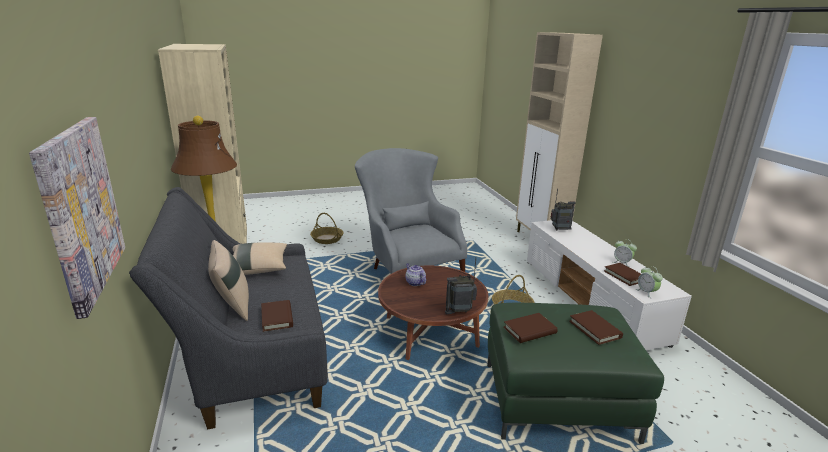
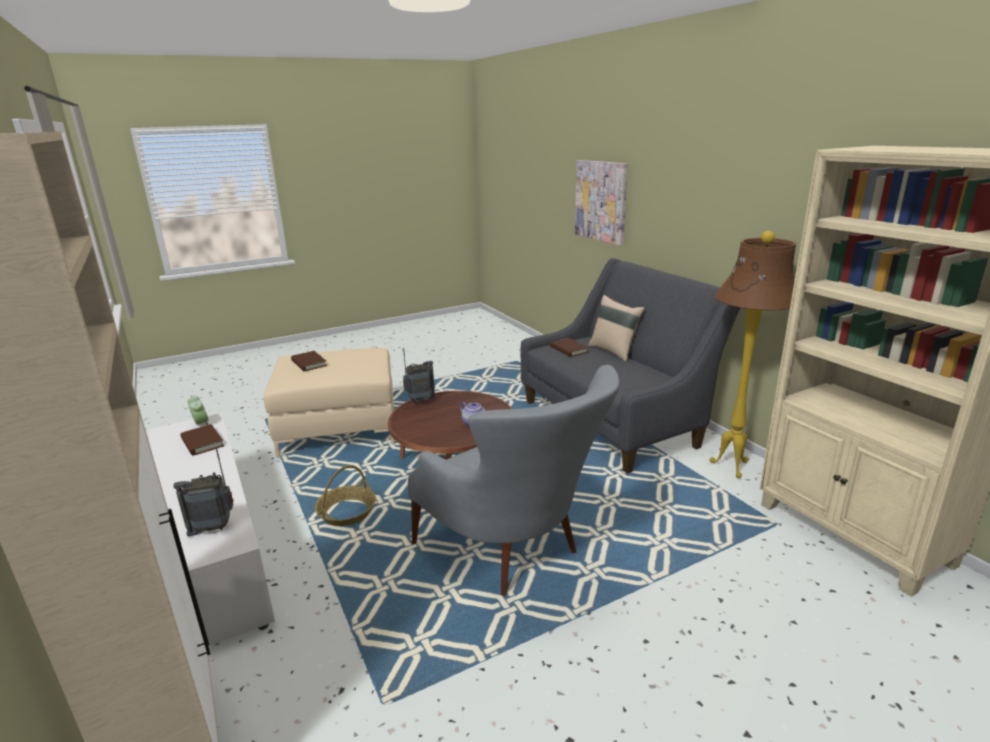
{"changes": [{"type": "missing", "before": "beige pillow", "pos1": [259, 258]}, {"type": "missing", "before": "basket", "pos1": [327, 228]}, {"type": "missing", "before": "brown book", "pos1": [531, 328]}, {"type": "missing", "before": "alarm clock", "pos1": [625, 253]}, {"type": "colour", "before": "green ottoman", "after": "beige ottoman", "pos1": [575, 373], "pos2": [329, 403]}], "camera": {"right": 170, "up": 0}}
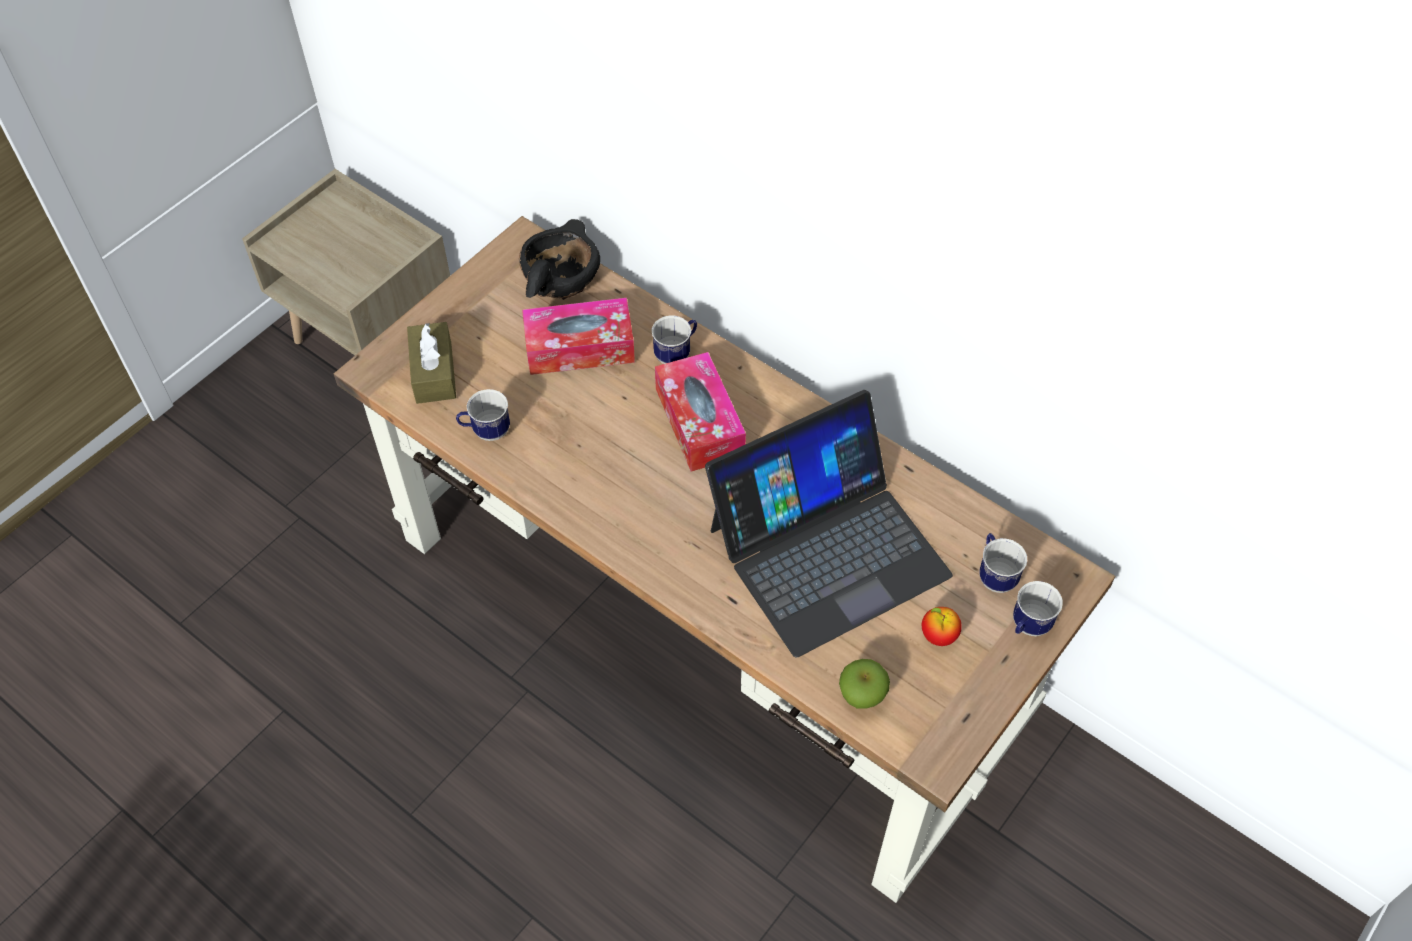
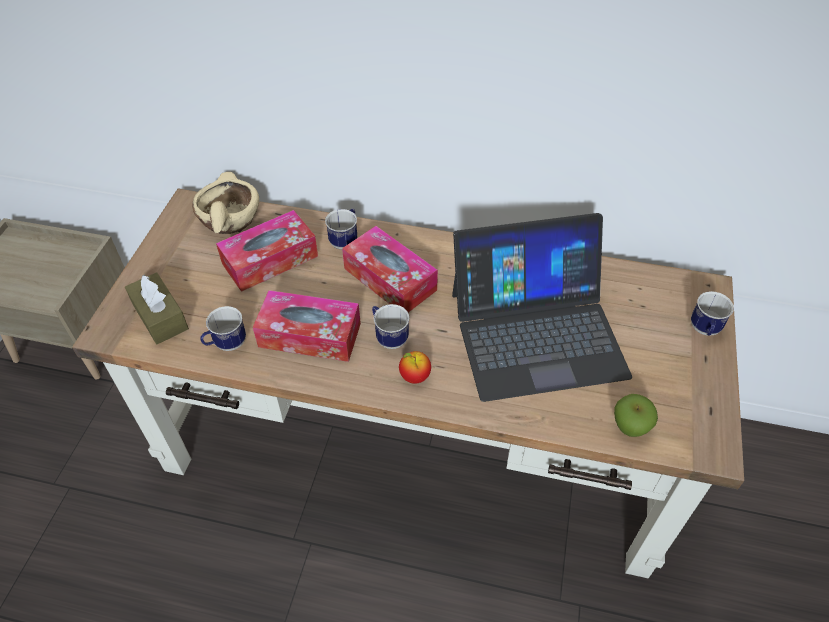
{"changes": [{"type": "appeared", "after": "tissue box", "pos2": [307, 326]}, {"type": "relocated", "before": "apple", "pos1": [942, 626], "pos2": [415, 367]}, {"type": "relocated", "before": "mug", "pos1": [1003, 563], "pos2": [391, 326]}, {"type": "colour", "before": "black bowl", "after": "beige bowl", "pos1": [559, 259], "pos2": [225, 203]}, {"type": "spun", "before": "laptop", "pos1": [829, 523], "pos2": [542, 307], "turn": 45}], "camera": {"right": -25, "up": -5}}
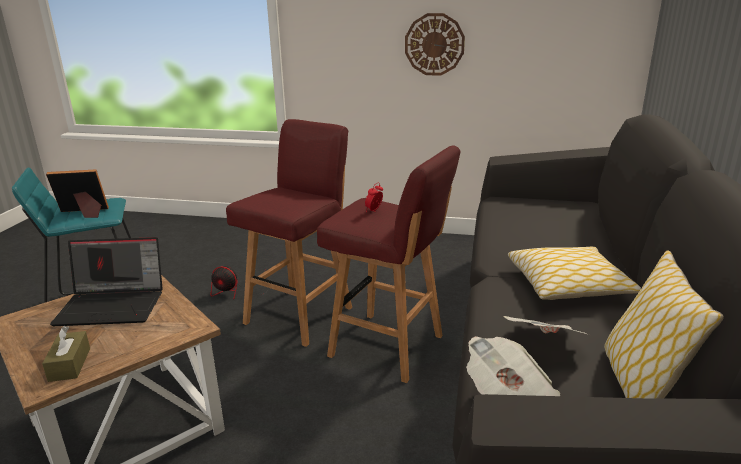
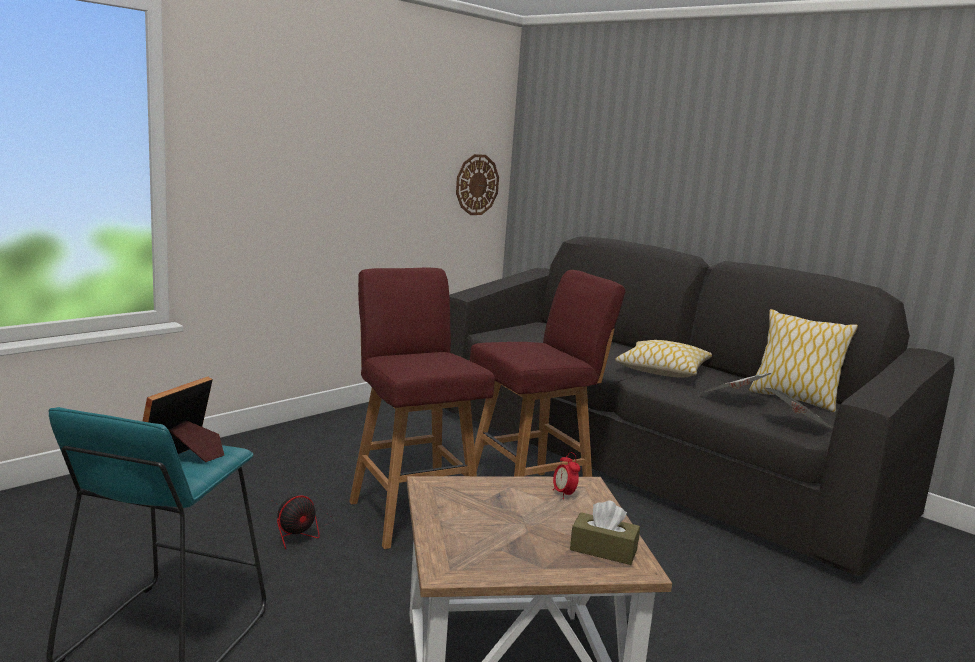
{"changes": [{"type": "missing", "before": "laptop", "pos1": [106, 281]}, {"type": "relocated", "before": "alarm clock", "pos1": [374, 197], "pos2": [566, 475]}, {"type": "relocated", "before": "wall clock", "pos1": [435, 44], "pos2": [477, 184]}], "camera": {"right": -60, "up": -10}}
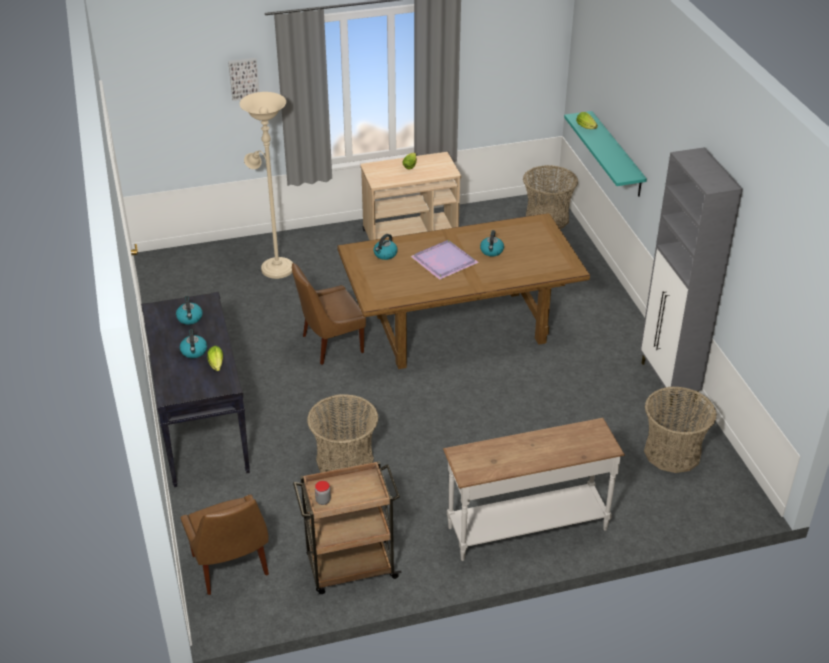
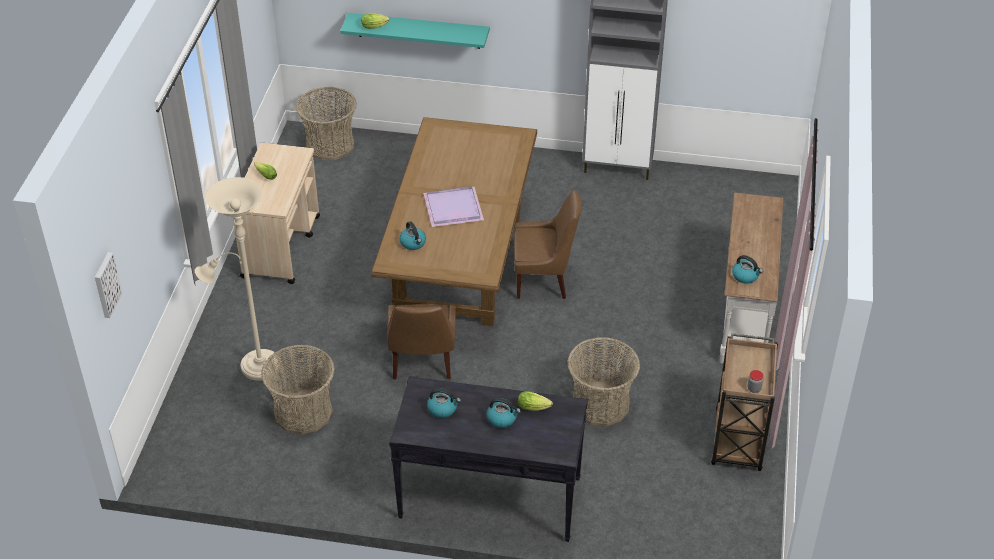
{"changes": [{"type": "relocated", "before": "brown chair", "pos1": [224, 545], "pos2": [548, 244]}, {"type": "relocated", "before": "picture", "pos1": [244, 79], "pos2": [109, 285]}, {"type": "relocated", "before": "kettle", "pos1": [492, 243], "pos2": [747, 269]}, {"type": "relocated", "before": "basket", "pos1": [680, 429], "pos2": [298, 389]}], "camera": {"right": -65, "up": 5}}
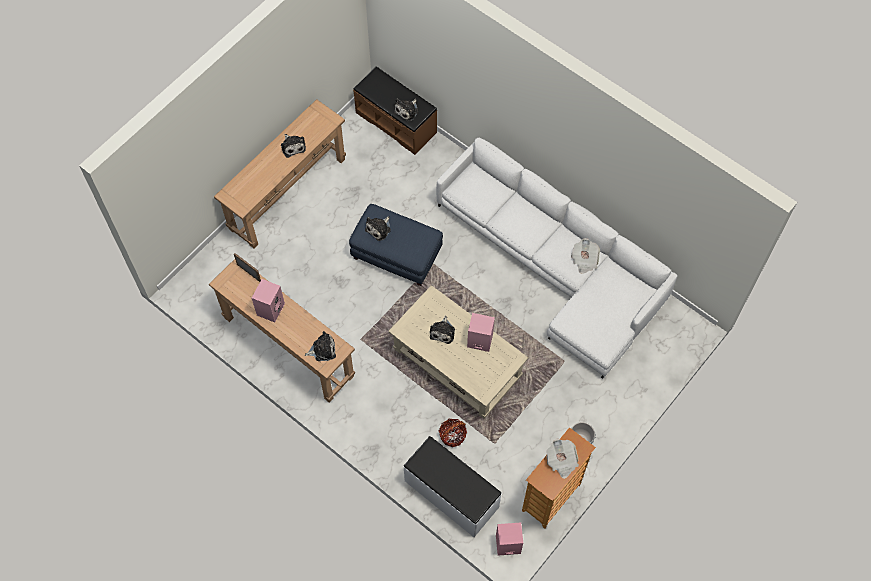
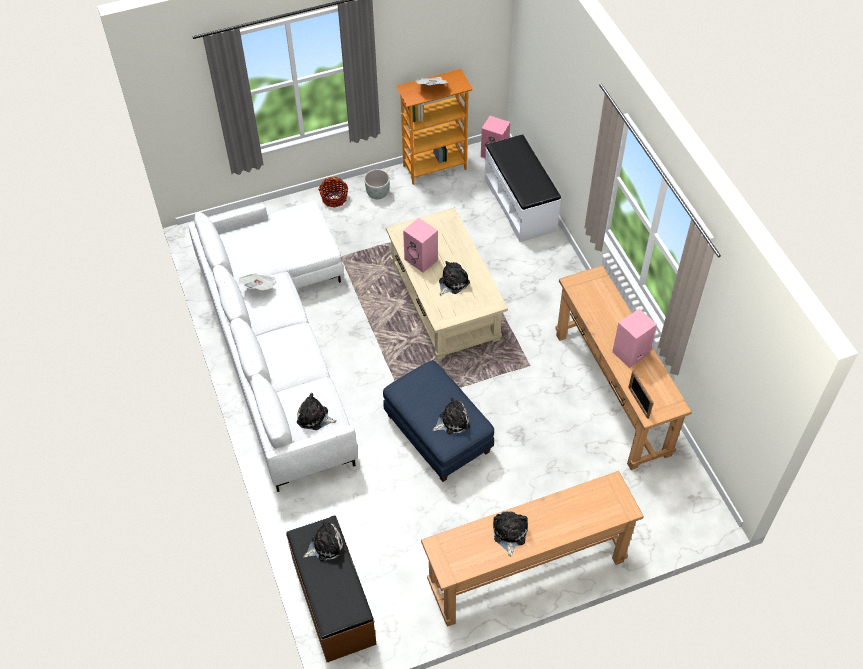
{"changes": [{"type": "relocated", "before": "plush toy", "pos1": [320, 346], "pos2": [317, 411]}, {"type": "relocated", "before": "basket", "pos1": [453, 433], "pos2": [333, 192]}], "camera": {"right": -150, "up": -10}}
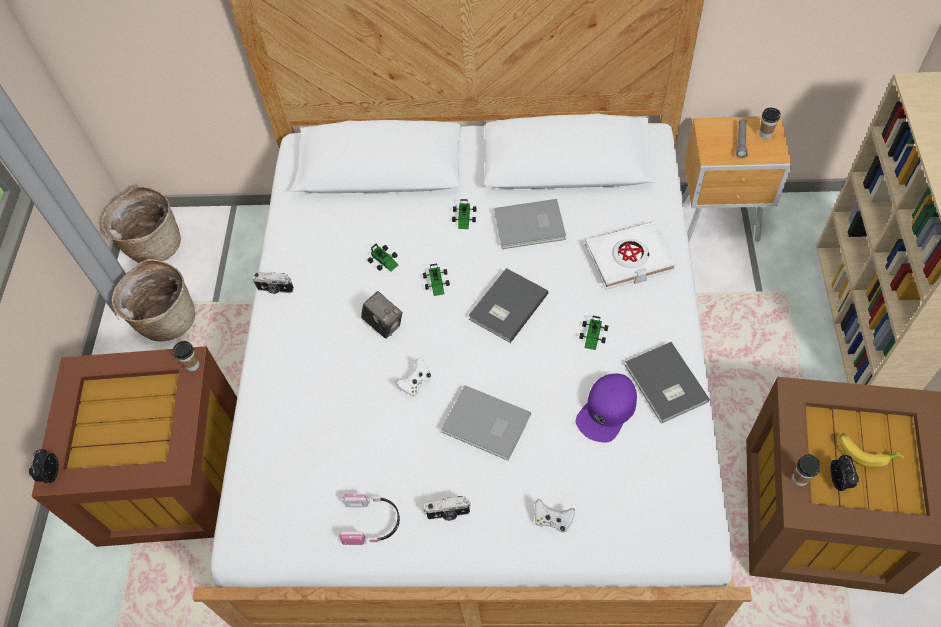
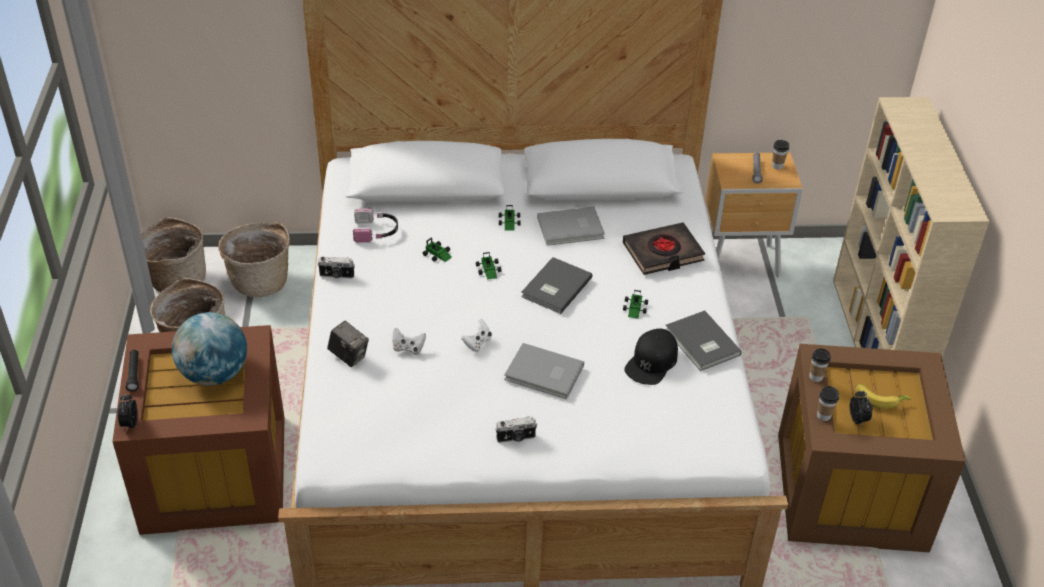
{"changes": [{"type": "appeared", "after": "black flashlight", "pos2": [132, 371]}, {"type": "appeared", "after": "globe", "pos2": [209, 349]}, {"type": "appeared", "after": "basket", "pos2": [254, 259]}, {"type": "relocated", "before": "cup", "pos1": [186, 356], "pos2": [820, 365]}, {"type": "relocated", "before": "headphones", "pos1": [369, 519], "pos2": [375, 225]}, {"type": "relocated", "before": "photo camera", "pos1": [381, 315], "pos2": [348, 344]}, {"type": "relocated", "before": "white game controller", "pos1": [554, 516], "pos2": [409, 341]}, {"type": "colour", "before": "purple cap", "after": "black cap", "pos1": [606, 407], "pos2": [651, 357]}, {"type": "colour", "before": "white book", "after": "black book", "pos1": [630, 255], "pos2": [664, 248]}], "camera": {"right": -10, "up": -15}}
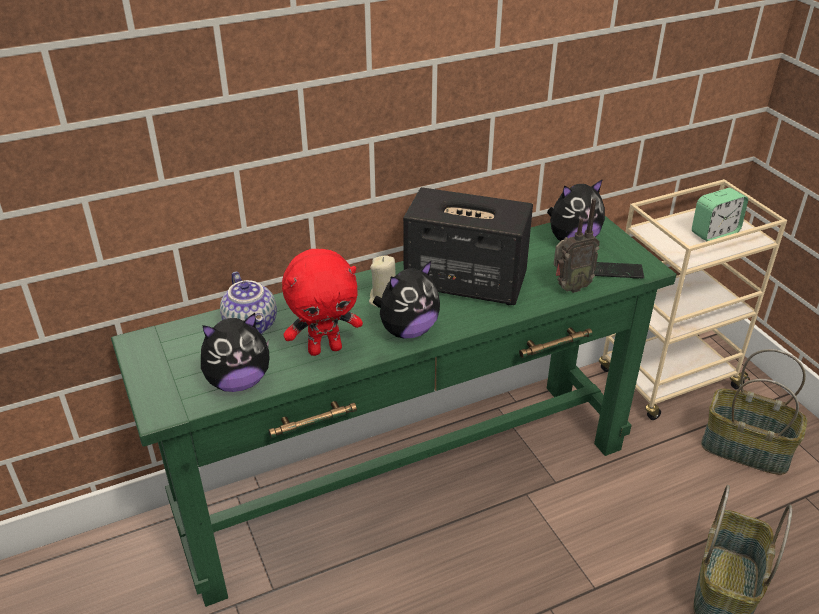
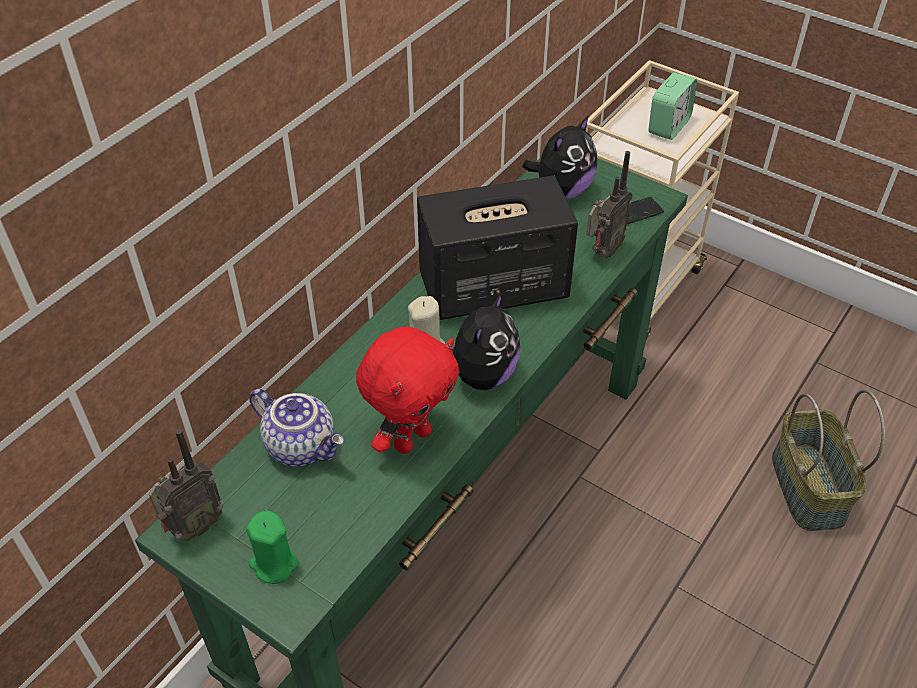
{"changes": [{"type": "missing", "before": "plush toy", "pos1": [235, 352]}, {"type": "missing", "before": "basket", "pos1": [754, 412]}, {"type": "appeared", "after": "radio", "pos2": [186, 485]}, {"type": "appeared", "after": "green candle", "pos2": [272, 547]}], "camera": {"right": -30, "up": 10}}
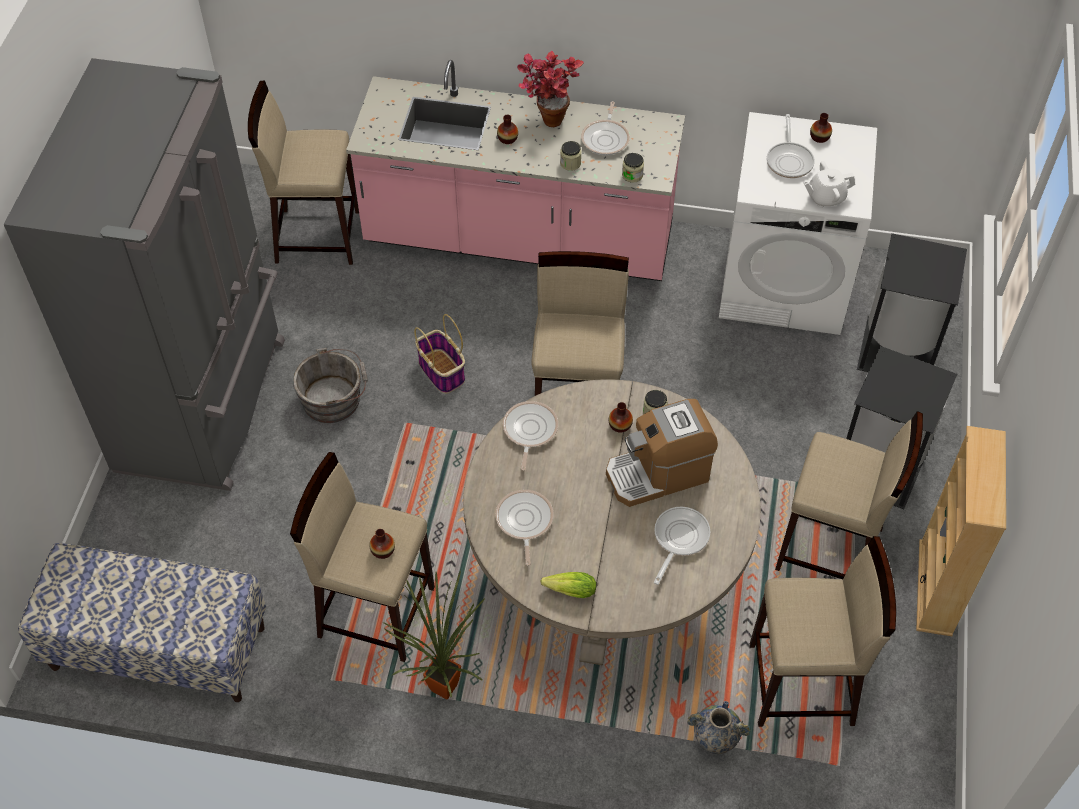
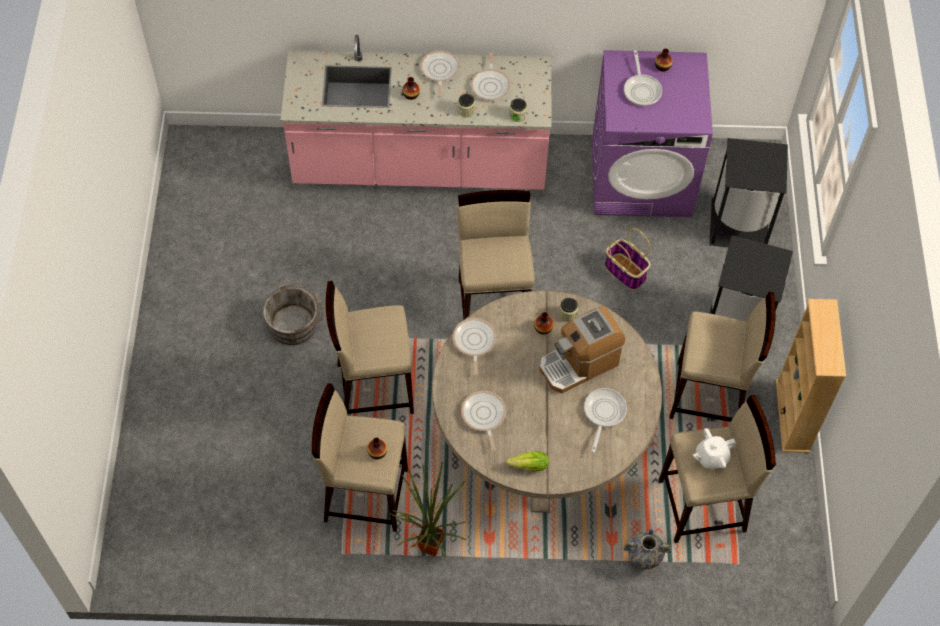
{"changes": [{"type": "missing", "before": "grey fridge", "pos1": [144, 274]}, {"type": "missing", "before": "bench", "pos1": [142, 622]}, {"type": "relocated", "before": "beige stool", "pos1": [303, 172], "pos2": [370, 348]}, {"type": "relocated", "before": "basket", "pos1": [439, 354], "pos2": [627, 259]}, {"type": "relocated", "before": "white teapot", "pos1": [829, 184], "pos2": [714, 448]}, {"type": "exchanged", "before": "potted plant", "after": "frying pan", "pos1": [550, 89], "pos2": [440, 73]}, {"type": "colour", "before": "white washing machine", "after": "purple washing machine", "pos1": [798, 223], "pos2": [652, 133]}], "camera": {"right": -10, "up": 5}}
